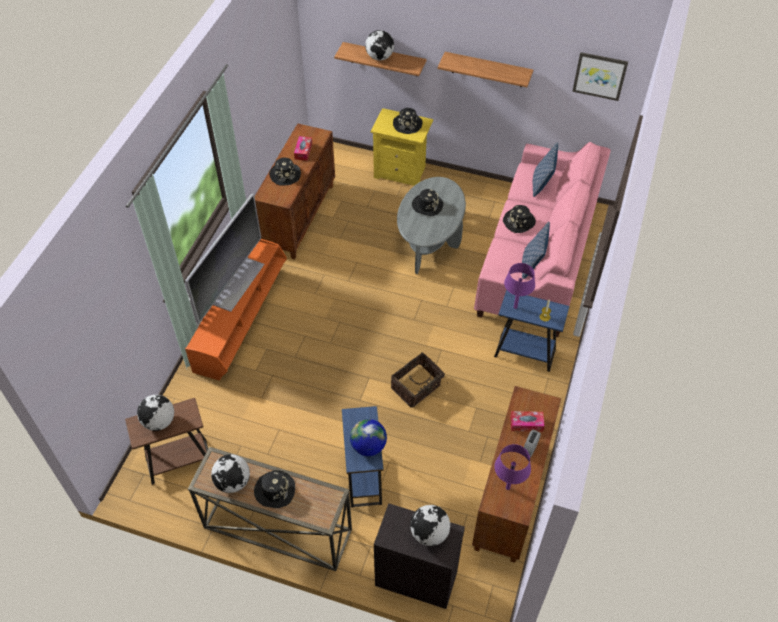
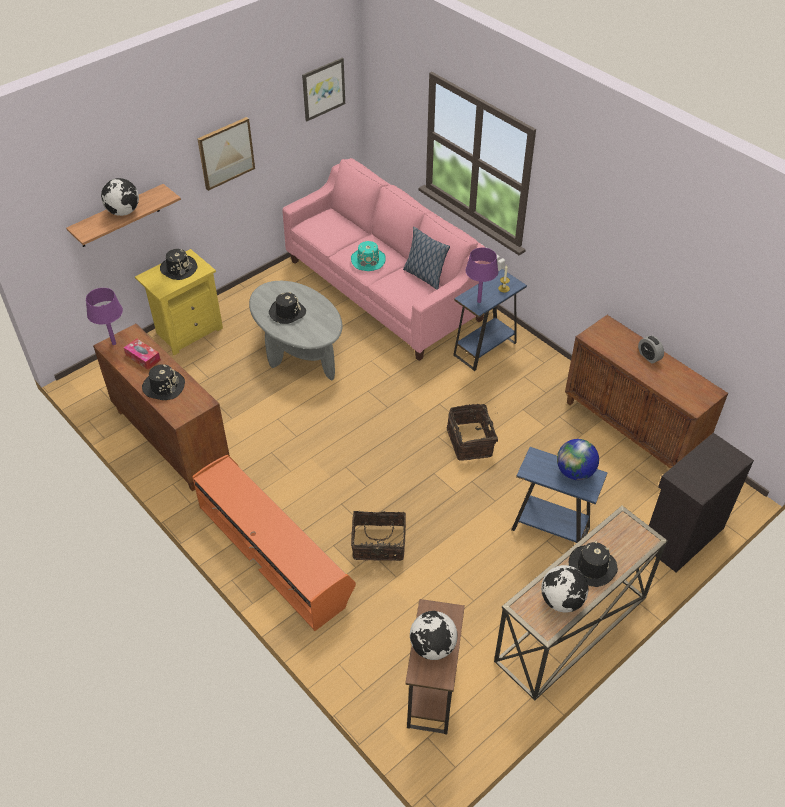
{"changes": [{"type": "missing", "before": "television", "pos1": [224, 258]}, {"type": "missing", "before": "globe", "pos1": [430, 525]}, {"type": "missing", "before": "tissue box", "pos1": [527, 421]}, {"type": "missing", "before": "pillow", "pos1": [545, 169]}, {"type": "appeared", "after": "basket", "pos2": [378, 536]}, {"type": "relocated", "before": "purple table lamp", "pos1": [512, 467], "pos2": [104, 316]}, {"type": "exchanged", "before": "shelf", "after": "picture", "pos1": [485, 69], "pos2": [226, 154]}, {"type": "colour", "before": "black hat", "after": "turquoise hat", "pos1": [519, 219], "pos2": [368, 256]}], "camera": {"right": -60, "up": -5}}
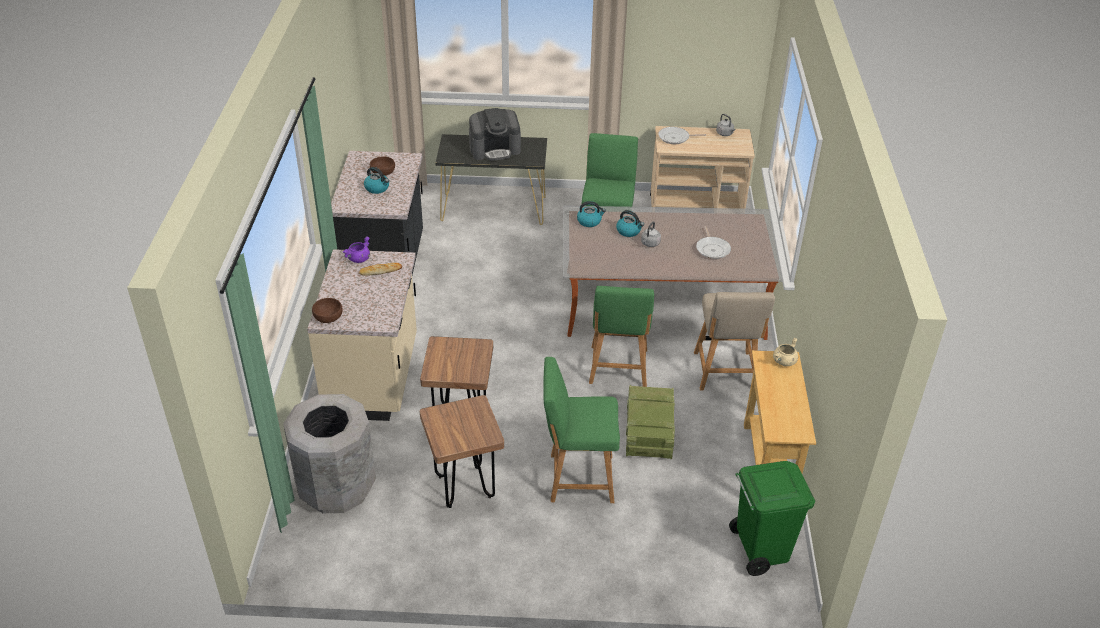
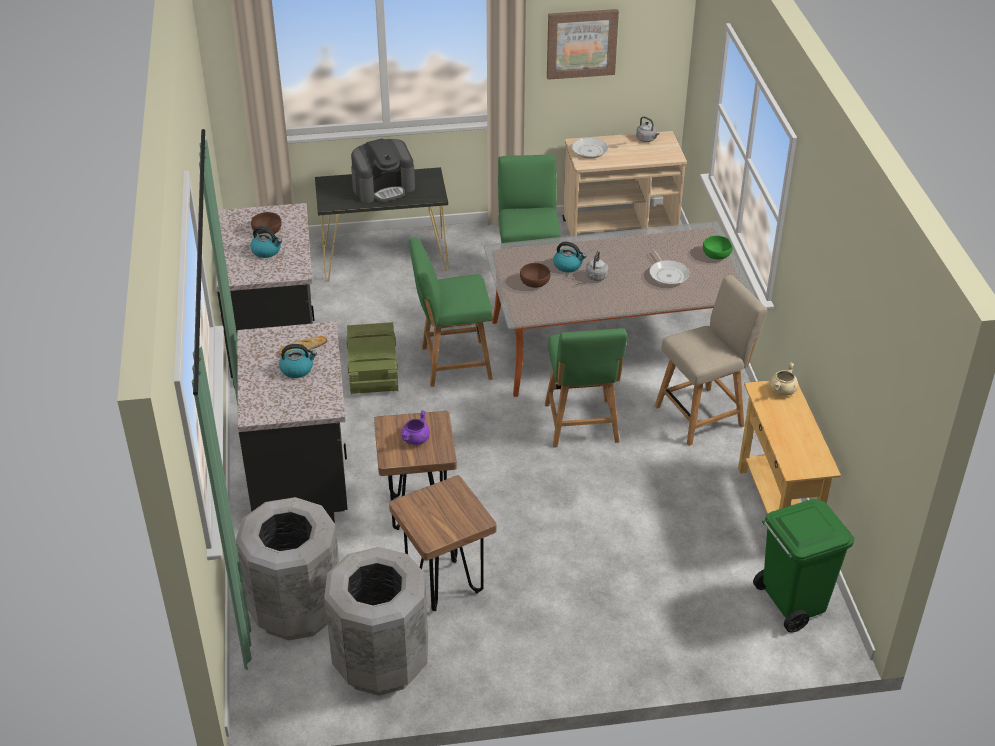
{"changes": [{"type": "appeared", "after": "grey trash can", "pos2": [376, 621]}, {"type": "appeared", "after": "picture", "pos2": [583, 44]}, {"type": "appeared", "after": "green bowl", "pos2": [718, 247]}, {"type": "relocated", "before": "brown bowl", "pos1": [327, 310], "pos2": [535, 275]}, {"type": "relocated", "before": "purple cooking pot", "pos1": [356, 250], "pos2": [415, 427]}, {"type": "relocated", "before": "green chair", "pos1": [581, 430], "pos2": [451, 312]}, {"type": "relocated", "before": "kettle", "pos1": [591, 214], "pos2": [298, 361]}, {"type": "relocated", "before": "crate", "pos1": [650, 422], "pos2": [372, 358]}, {"type": "colour", "before": "beige counter", "after": "black counter", "pos1": [362, 335], "pos2": [292, 422]}, {"type": "spun", "before": "beige chair", "pos1": [734, 341], "pos2": [711, 360], "turn": -105}], "camera": {"right": -10, "up": 0}}
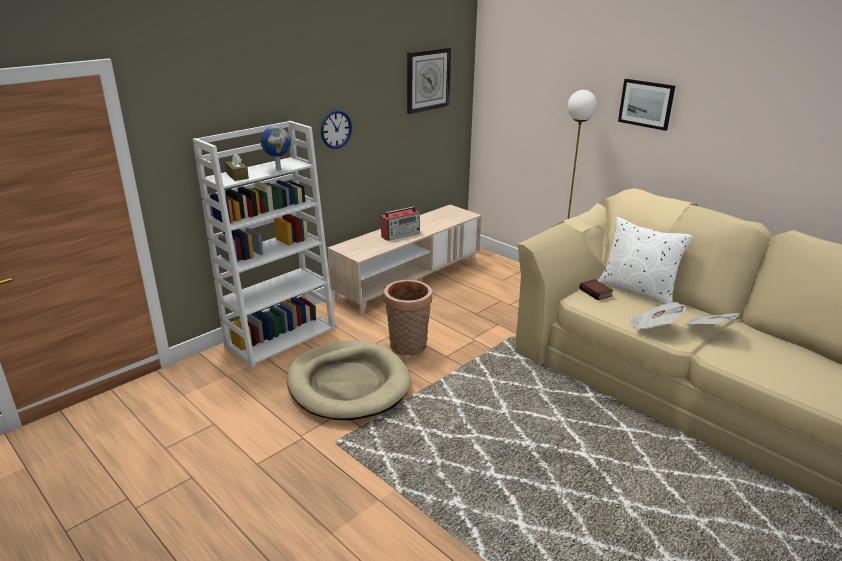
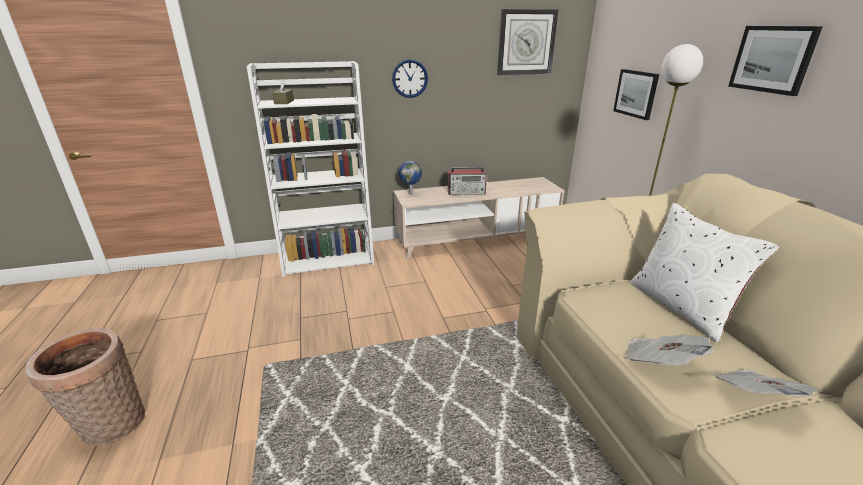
{"changes": [{"type": "missing", "before": "beige dog bed", "pos1": [349, 380]}, {"type": "missing", "before": "book", "pos1": [596, 289]}, {"type": "appeared", "after": "picture", "pos2": [636, 94]}, {"type": "relocated", "before": "globe", "pos1": [276, 148], "pos2": [410, 178]}, {"type": "relocated", "before": "basket", "pos1": [408, 317], "pos2": [85, 387]}], "camera": {"right": 30, "up": 0}}
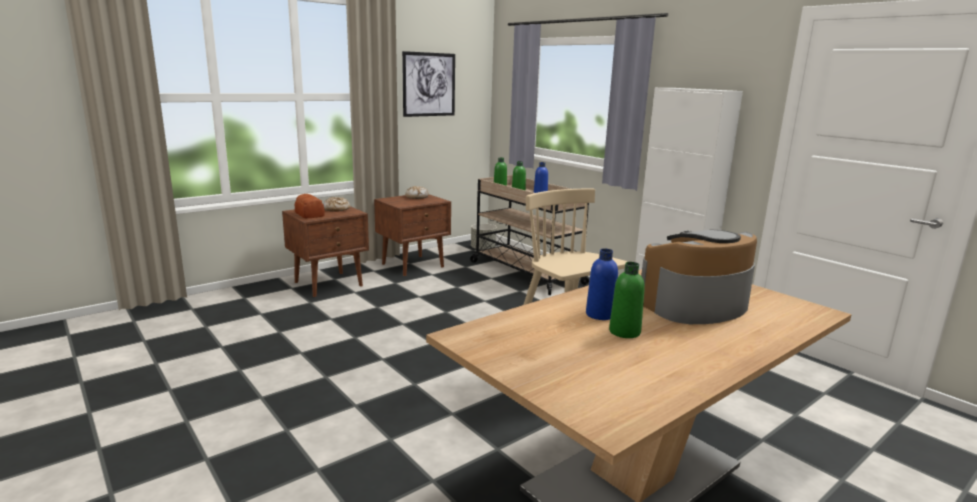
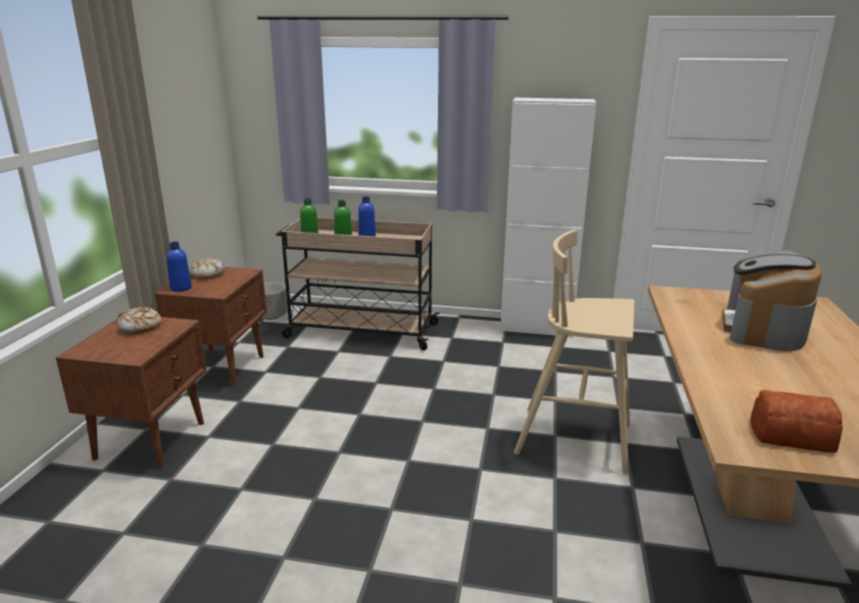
{"changes": [{"type": "missing", "before": "picture", "pos1": [428, 84]}, {"type": "missing", "before": "green bottle", "pos1": [627, 300]}, {"type": "relocated", "before": "bread", "pos1": [310, 206], "pos2": [796, 421]}, {"type": "relocated", "before": "blue bottle", "pos1": [602, 284], "pos2": [179, 267]}], "camera": {"right": -40, "up": 5}}
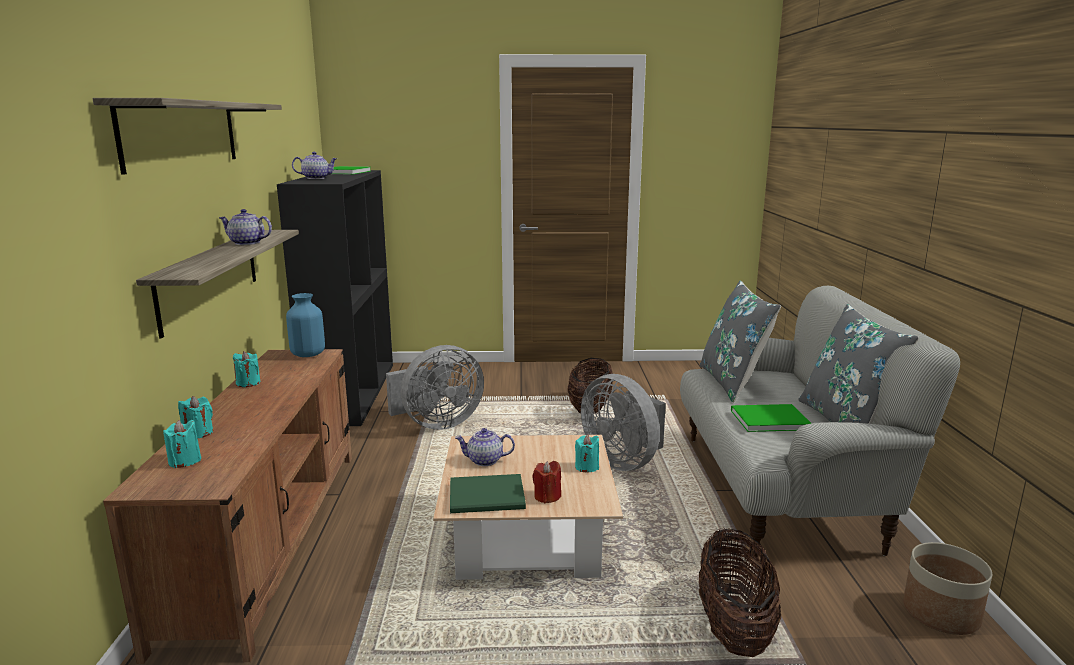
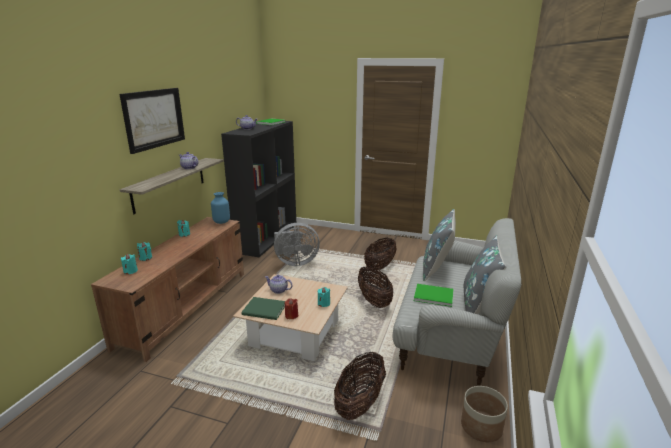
{"changes": [{"type": "exchanged", "before": "shelf", "after": "picture", "pos1": [187, 136], "pos2": [152, 121]}, {"type": "exchanged", "before": "grey fan", "after": "basket", "pos1": [623, 422], "pos2": [375, 287]}], "camera": {"right": 20, "up": 5}}
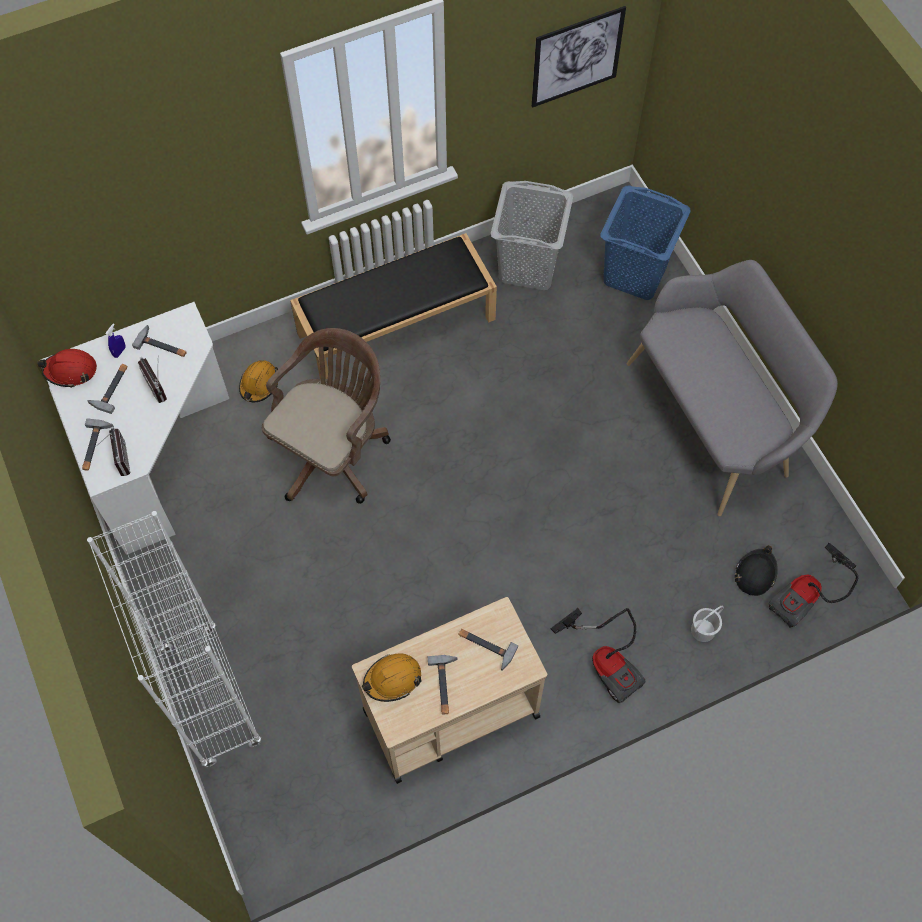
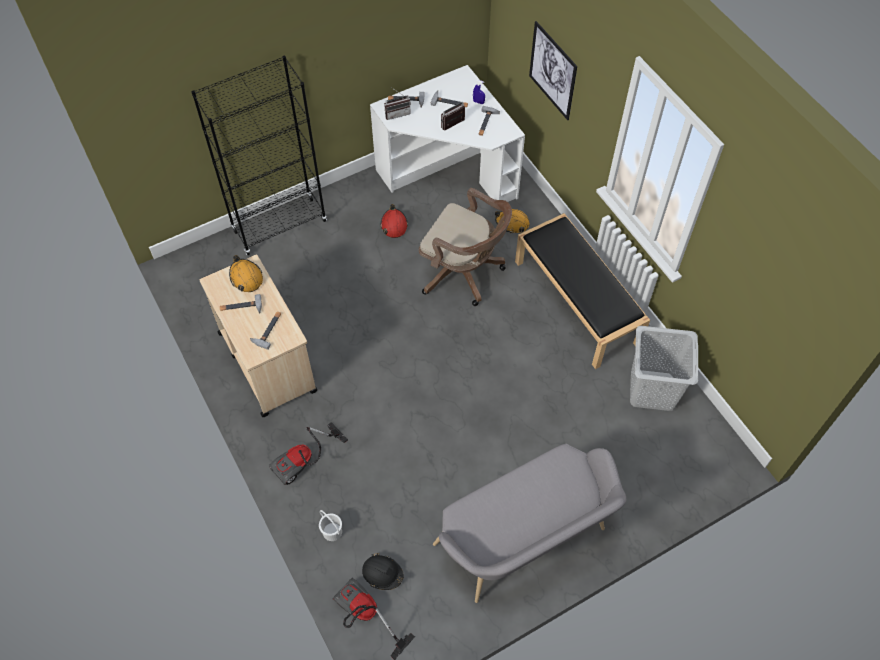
{"changes": [{"type": "missing", "before": "blue laundry basket", "pos1": [645, 242]}, {"type": "relocated", "before": "red hard hat", "pos1": [67, 368], "pos2": [394, 221]}, {"type": "relocated", "before": "picture", "pos1": [579, 57], "pos2": [553, 70]}, {"type": "colour", "before": "white bookcase", "after": "black bookcase", "pos1": [174, 639], "pos2": [259, 155]}], "camera": {"right": 85, "up": -5}}
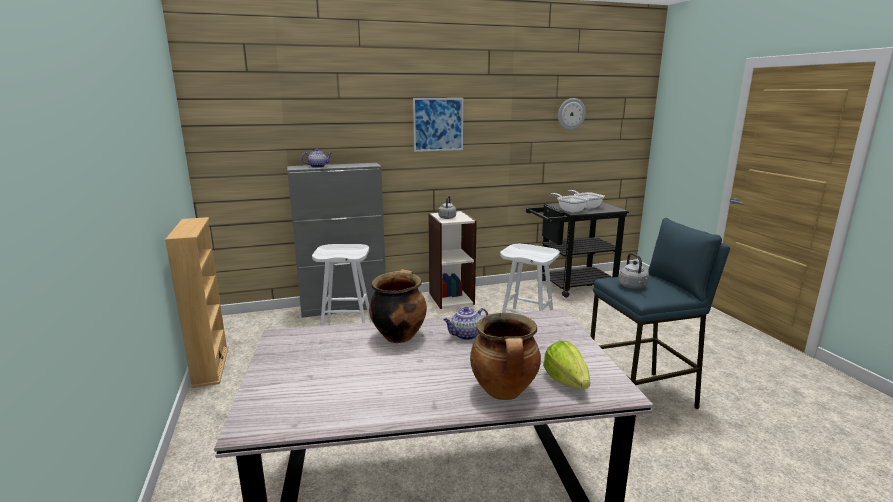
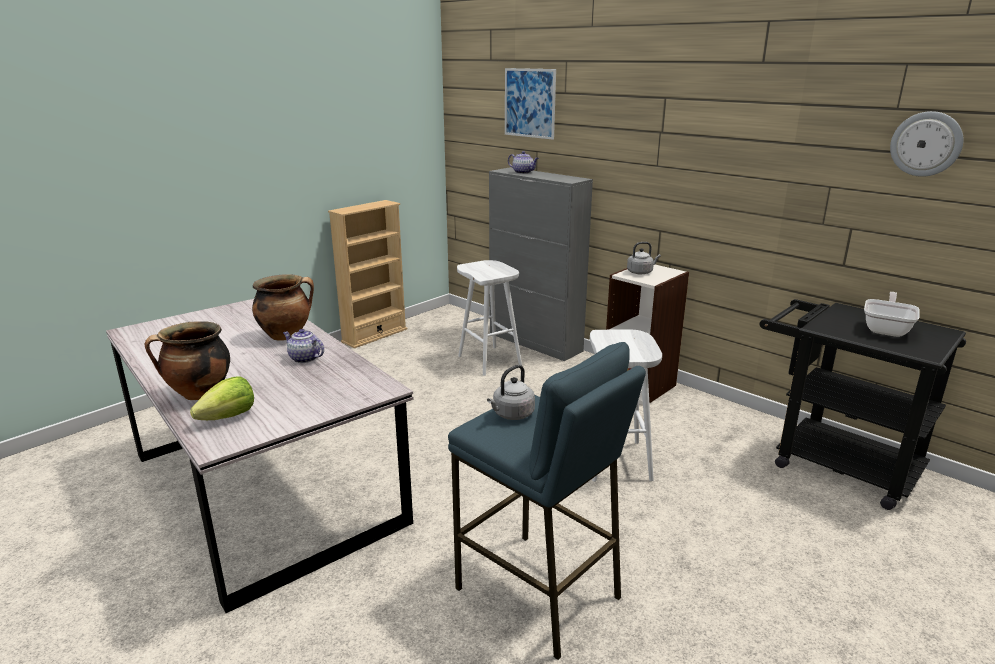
{"changes": [{"type": "missing", "before": "frying pan", "pos1": [569, 203]}, {"type": "relocated", "before": "picture", "pos1": [438, 125], "pos2": [530, 104]}], "camera": {"right": 60, "up": 5}}
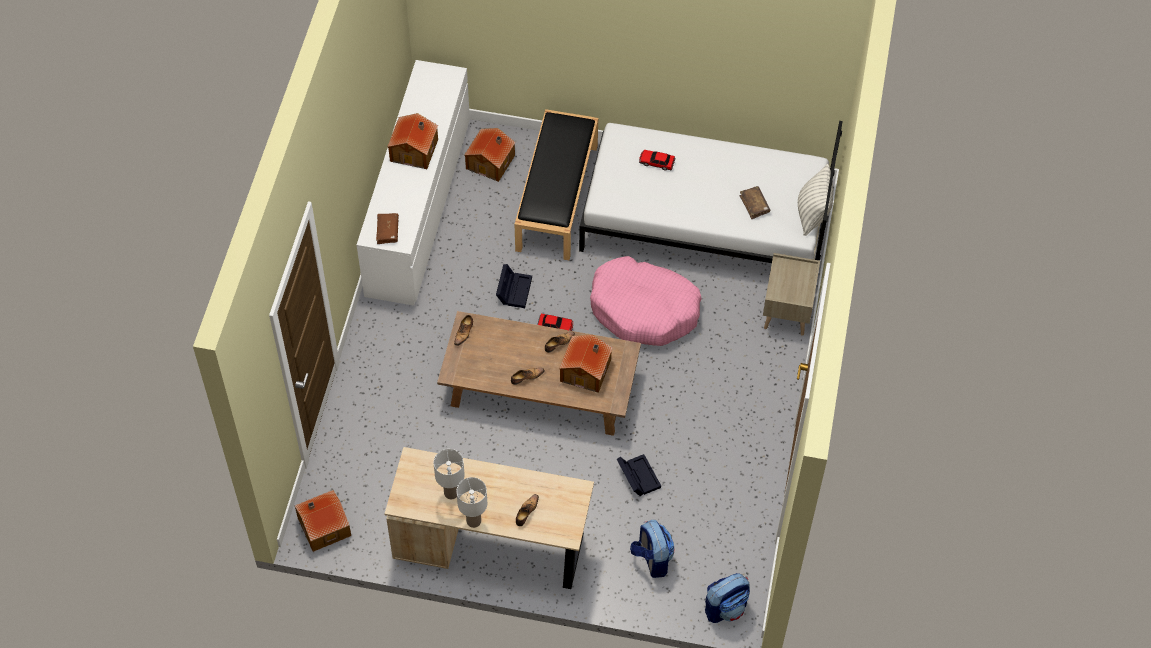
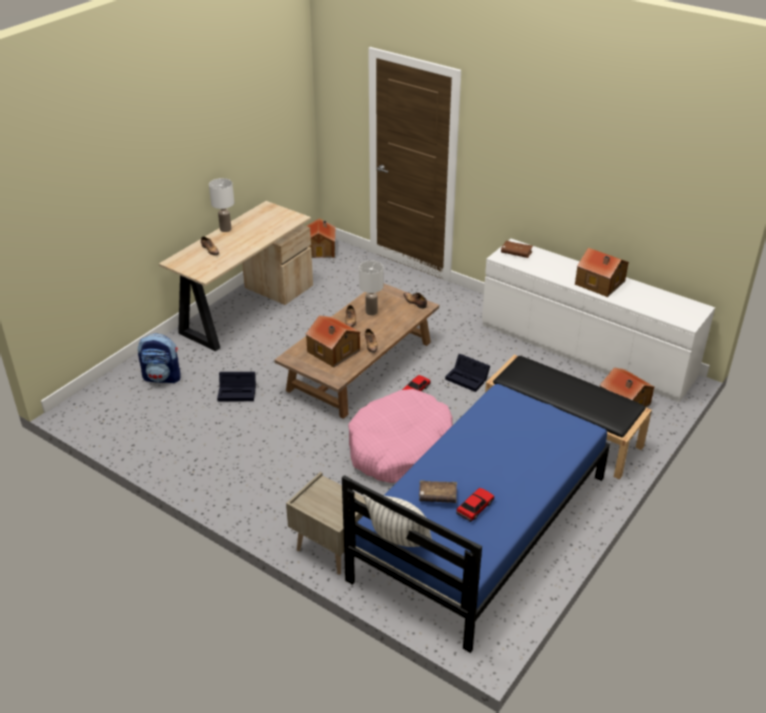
{"changes": [{"type": "missing", "before": "backpack", "pos1": [727, 598]}, {"type": "relocated", "before": "white table lamp", "pos1": [449, 474], "pos2": [371, 288]}, {"type": "relocated", "before": "toy car", "pos1": [657, 160], "pos2": [475, 505]}, {"type": "colour", "before": "white bed", "after": "blue bed", "pos1": [711, 192], "pos2": [476, 518]}], "camera": {"right": 115, "up": -20}}
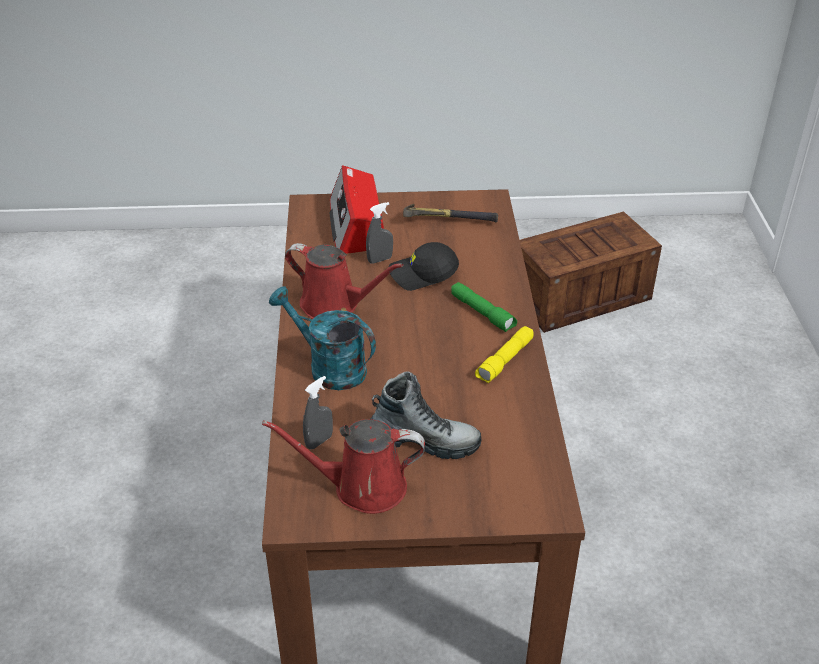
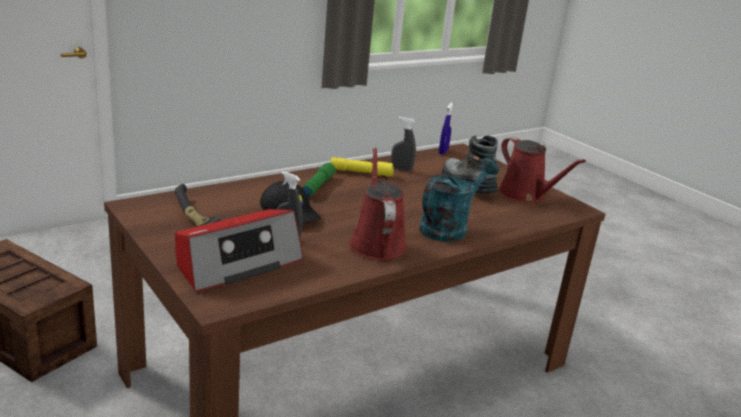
{"changes": [{"type": "appeared", "after": "blue spray bottle", "pos2": [446, 128]}, {"type": "relocated", "before": "grey spray bottle", "pos1": [318, 412], "pos2": [403, 144]}, {"type": "spun", "before": "turquoise watering can", "pos1": [322, 338], "pos2": [459, 200], "turn": -135}], "camera": {"right": -125, "up": -15}}
